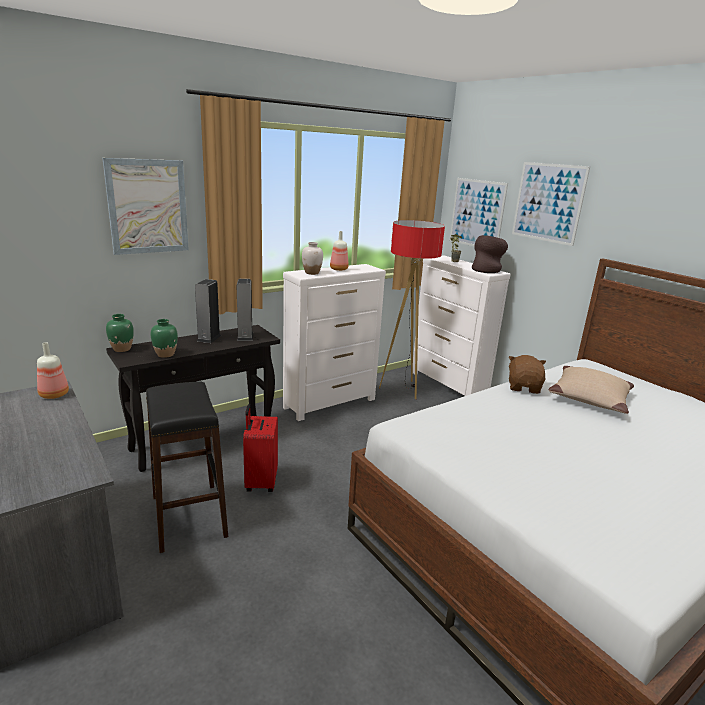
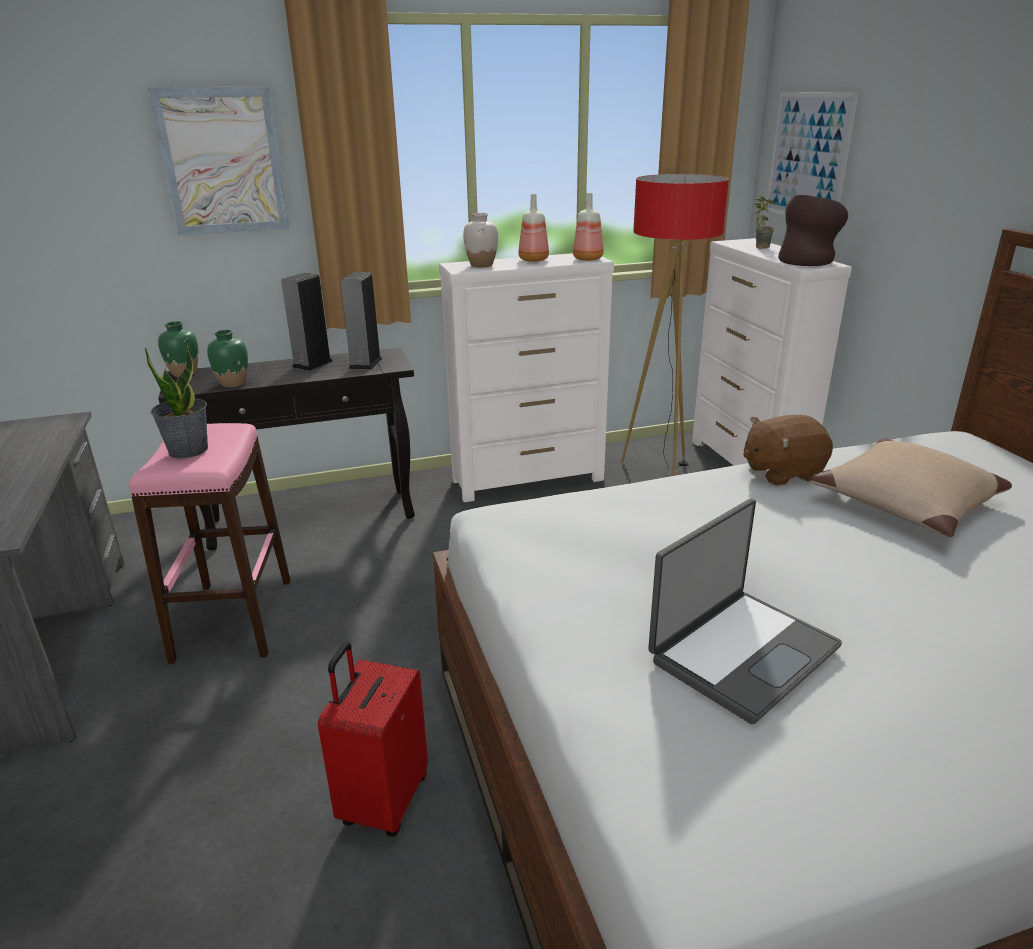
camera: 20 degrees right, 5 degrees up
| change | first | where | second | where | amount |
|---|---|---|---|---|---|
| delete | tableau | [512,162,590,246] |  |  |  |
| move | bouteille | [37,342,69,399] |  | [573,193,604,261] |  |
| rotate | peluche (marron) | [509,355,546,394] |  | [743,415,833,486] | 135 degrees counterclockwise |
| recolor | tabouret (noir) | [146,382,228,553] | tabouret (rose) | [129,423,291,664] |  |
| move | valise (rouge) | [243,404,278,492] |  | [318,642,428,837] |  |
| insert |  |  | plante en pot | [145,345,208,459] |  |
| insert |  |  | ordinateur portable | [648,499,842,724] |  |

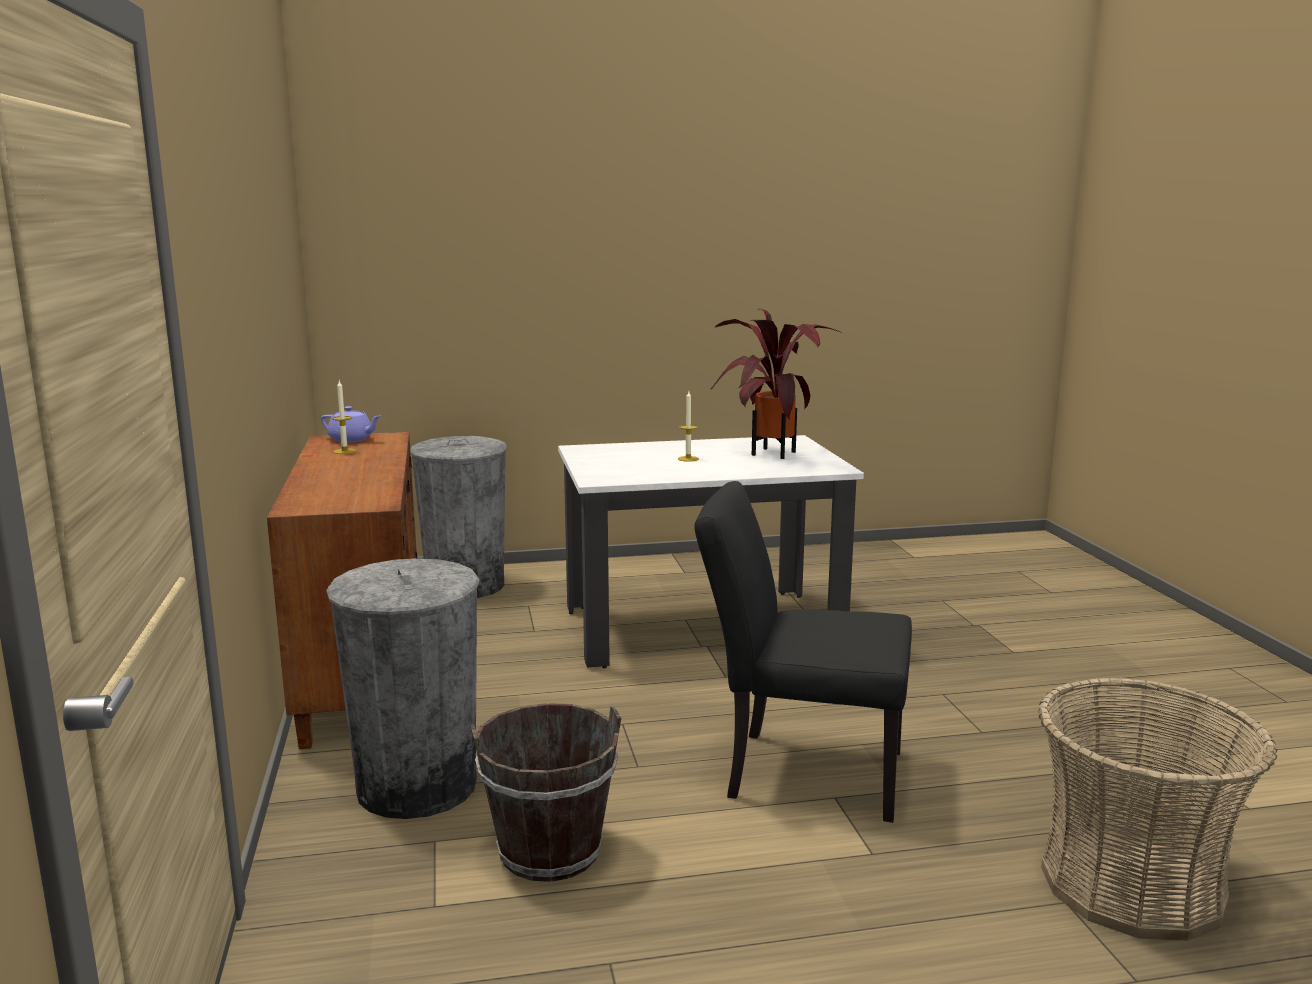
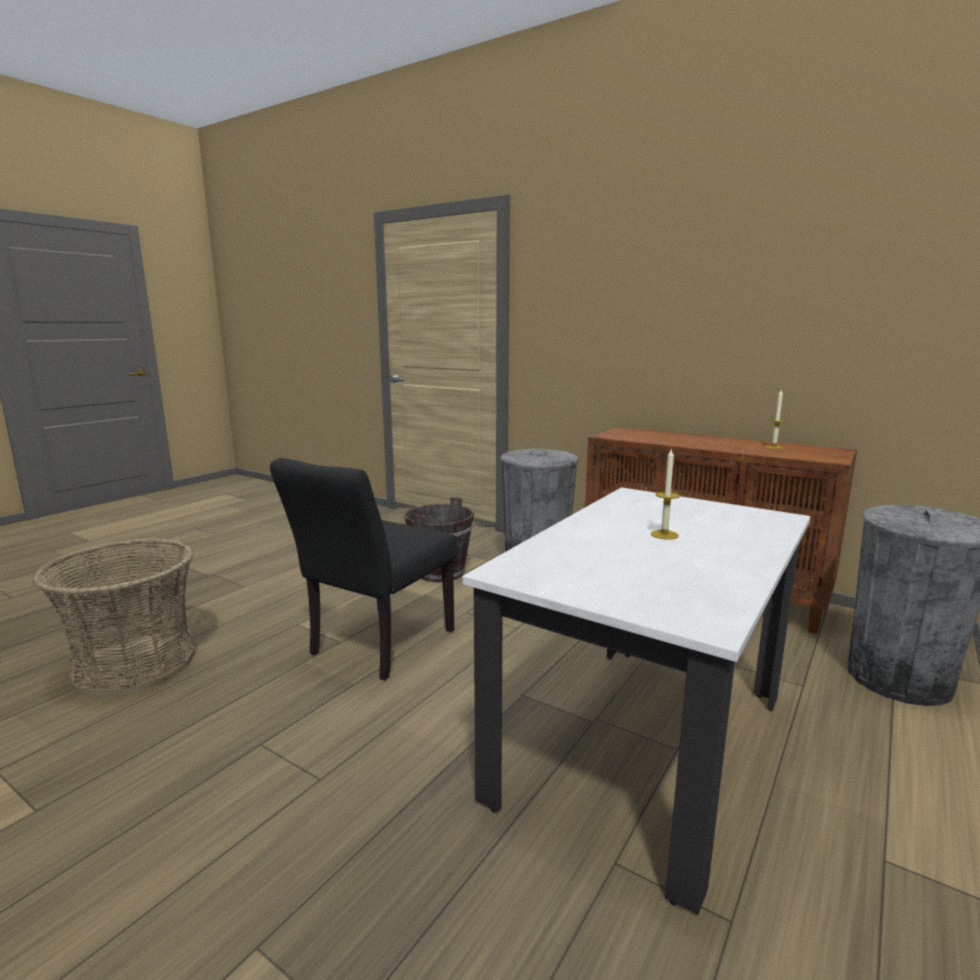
camera: 135 degrees right, 0 degrees up
| change | first | where | second | where | amount |
|---|---|---|---|---|---|
| delete | plante en pot | [710,309,843,459] |  |  |  |
| delete | théière (violet) | [321,406,381,442] |  |  |  |
| rotate | chaise (noir) | [694,481,912,823] |  | [270,458,456,680] | 150 degrees clockwise |

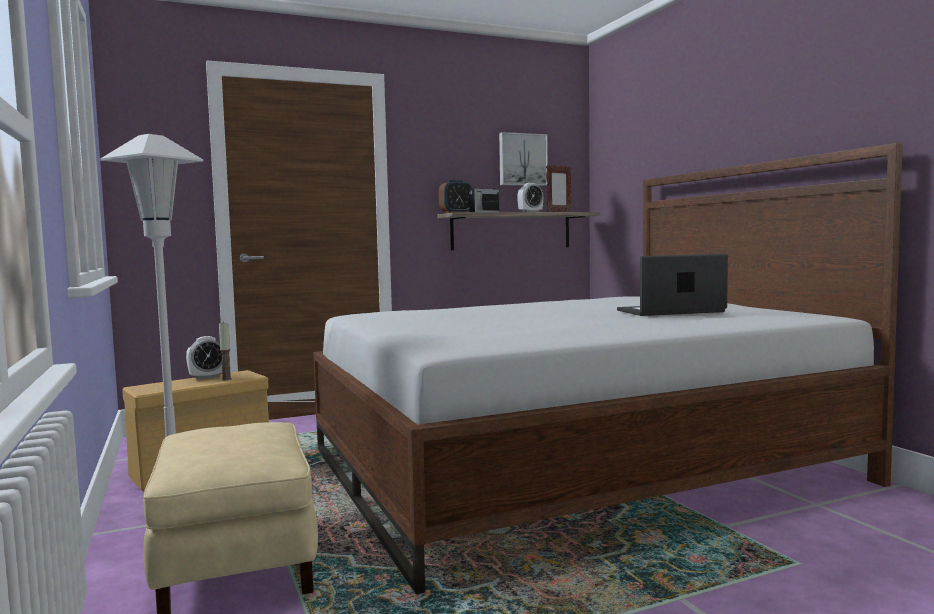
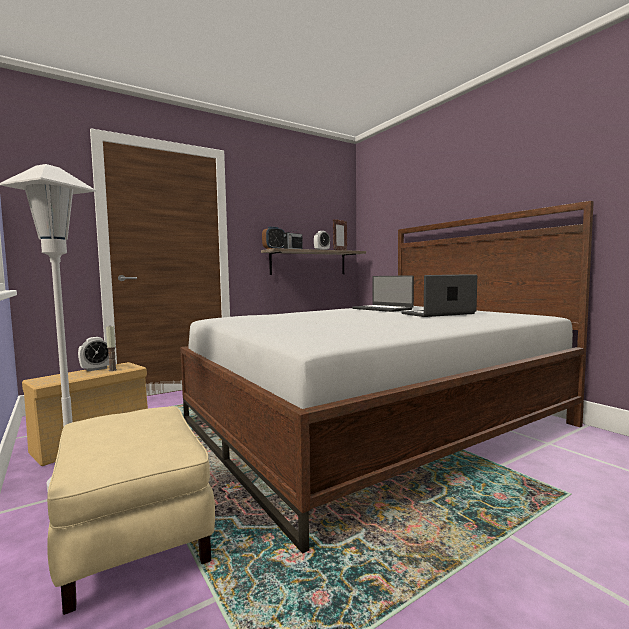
camera: 10 degrees left, 0 degrees up
| change | first | where | second | where | amount |
|---|---|---|---|---|---|
| delete | tableau | [499,132,548,186] |  |  |  |
| insert |  |  | ordinateur portable | [352,275,414,312] |  |

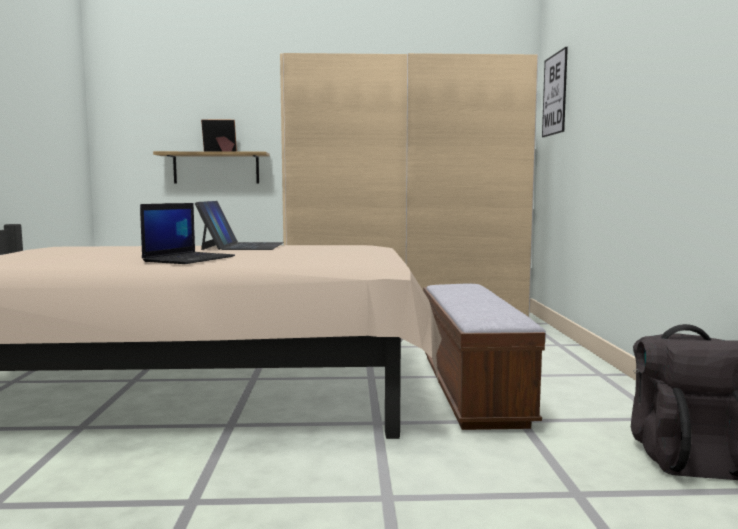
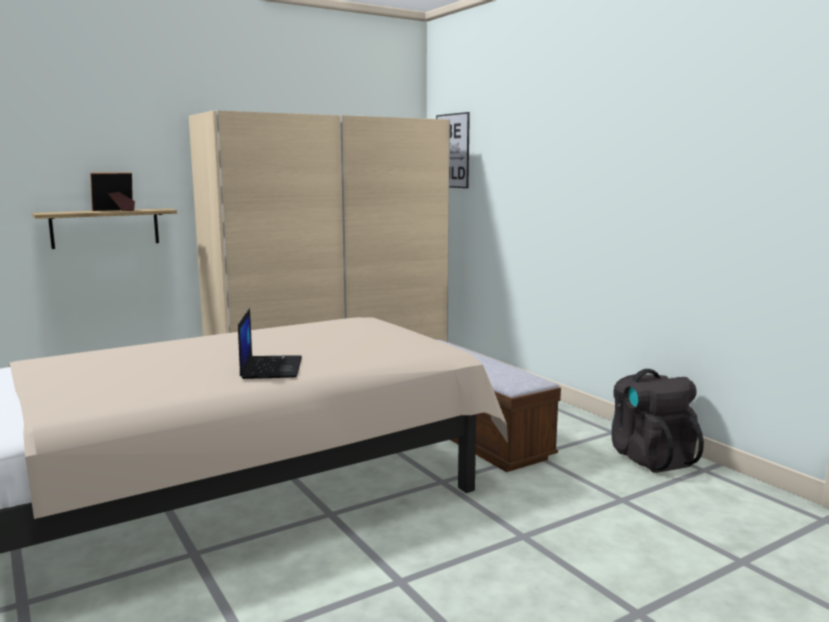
camera: 30 degrees left, 5 degrees up
| change | first | where | second | where | amount |
|---|---|---|---|---|---|
| delete | ordinateur portable | [195,201,284,250] |  |  |  |

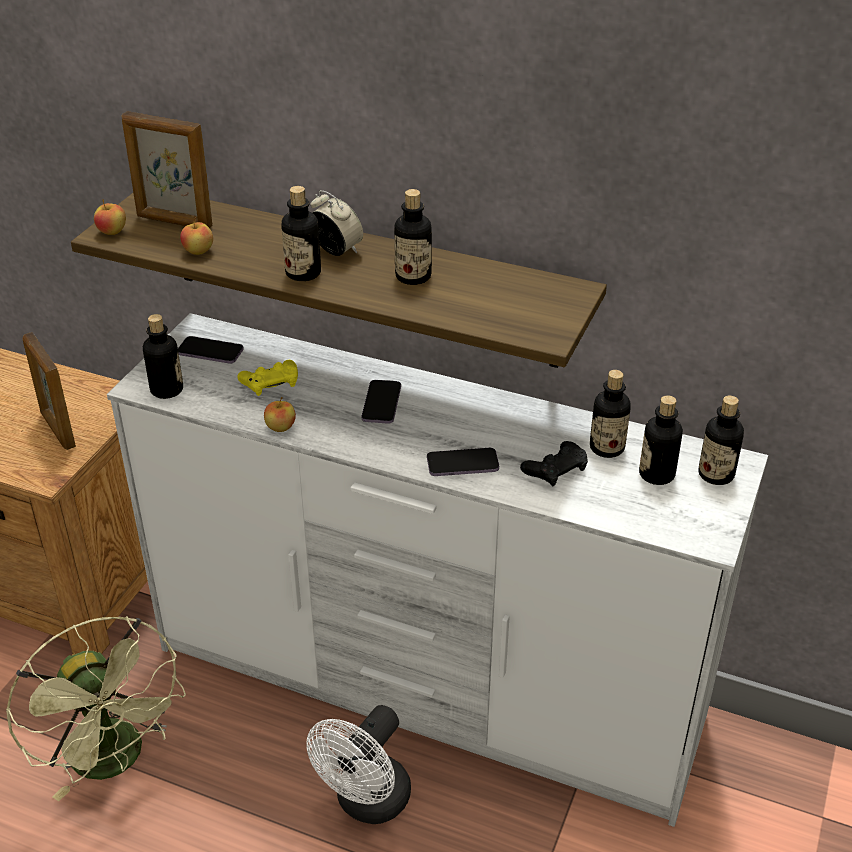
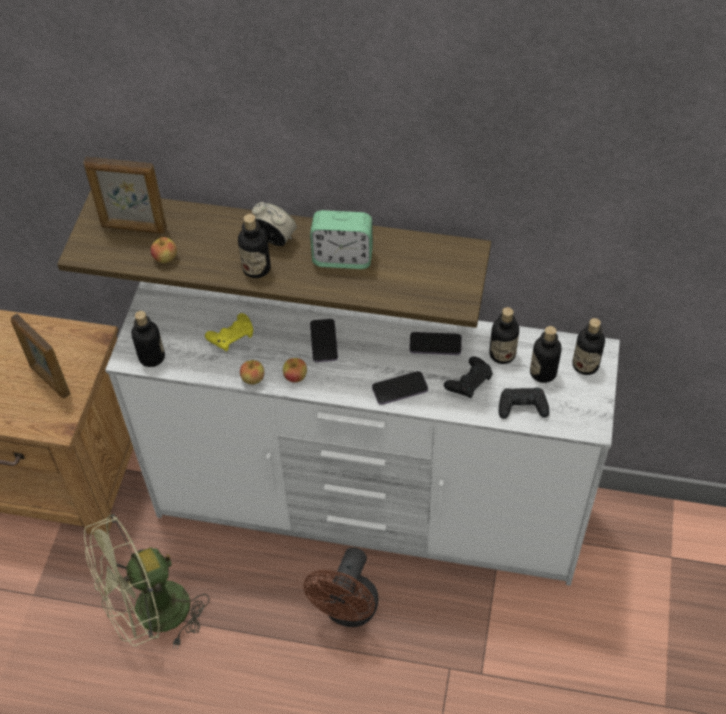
camera: 10 degrees left, 15 degrees up
| change | first | where | second | where | amount |
|---|---|---|---|---|---|
| replace | bouteille | [394,189,432,285] | réveil | [310,210,373,269] |  |
| move | pomme | [94,199,126,235] |  | [283,358,307,383] |  |
| move | téléphone | [178,336,244,364] |  | [409,332,462,355] |  |
| rotate | ventilateur (vert) | [6,616,186,802] |  | [84,514,209,649] | 105 degrees clockwise |
| recolor | ventilateur (blanc) | [306,705,411,824] | ventilateur (marron) | [304,548,378,627] |  |
| insert |  |  | manette (noir) | [499,387,549,419] |  |

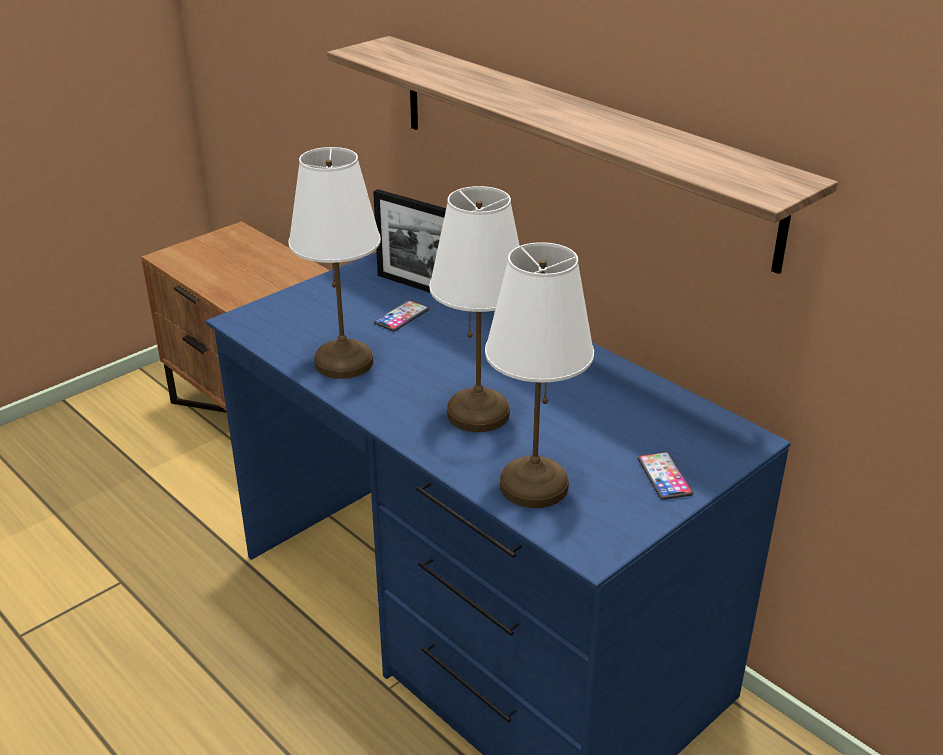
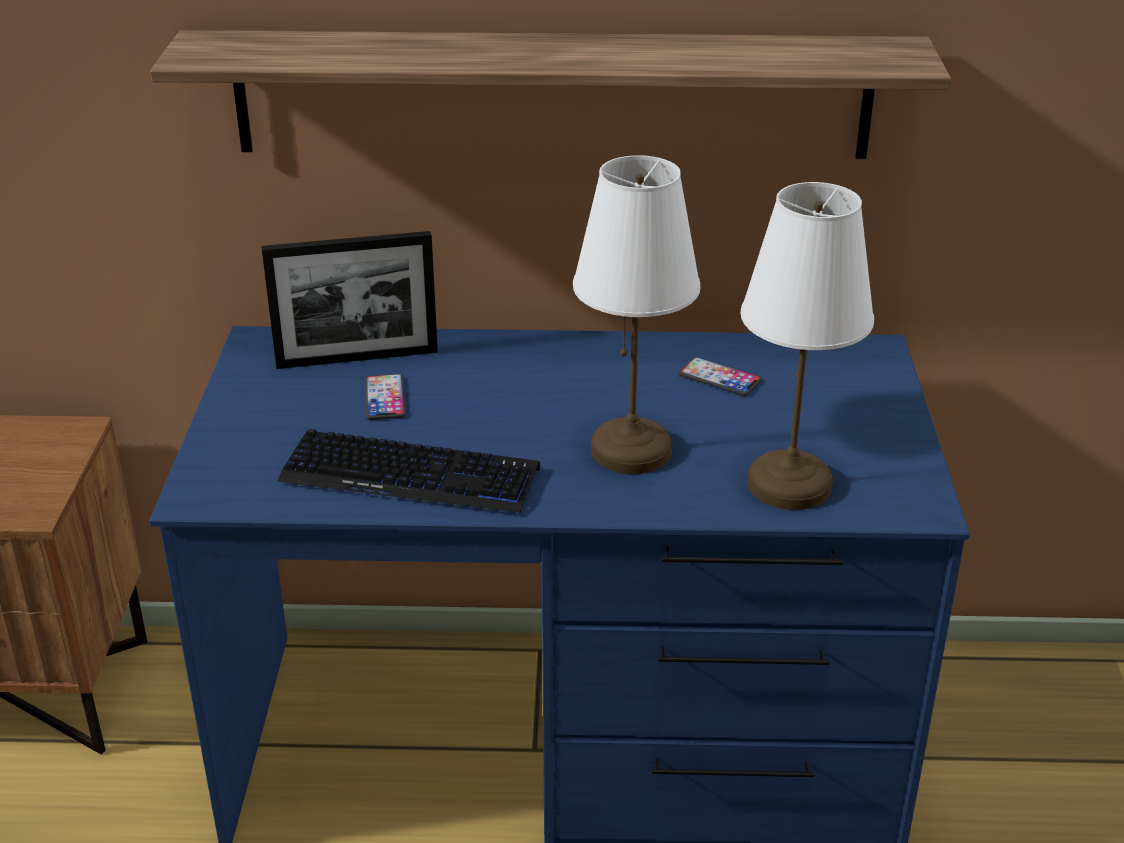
camera: 45 degrees left, 0 degrees up
| change | first | where | second | where | amount |
|---|---|---|---|---|---|
| replace | lampe de table (blanc) | [288,147,381,379] | clavier | [277,429,540,513] |  |
| move | téléphone | [638,452,693,500] |  | [678,357,762,396] |  |

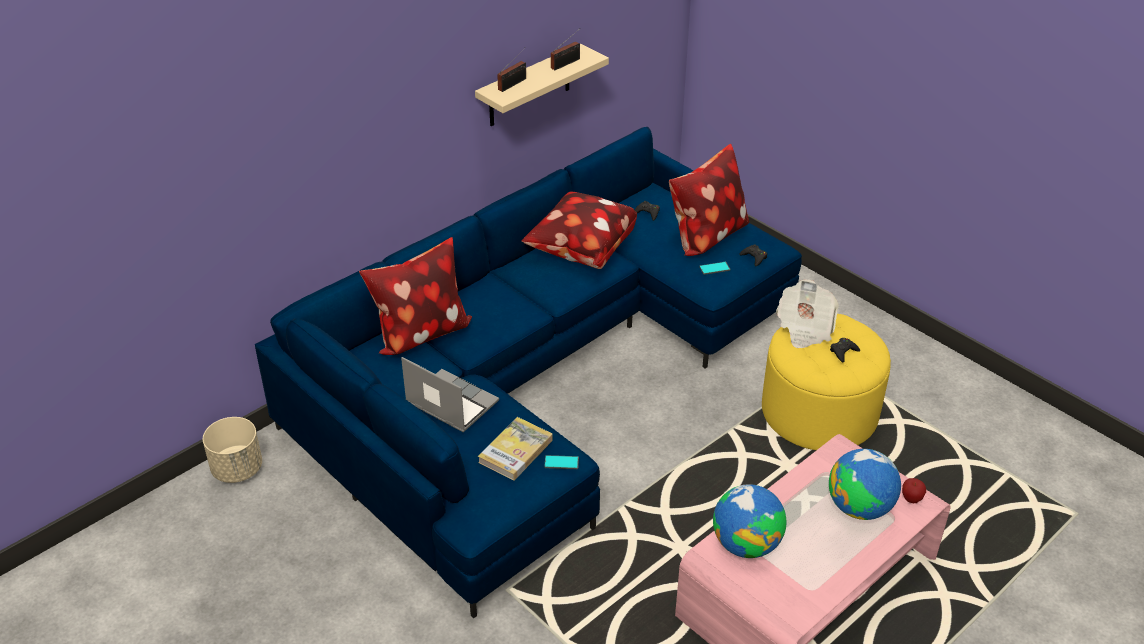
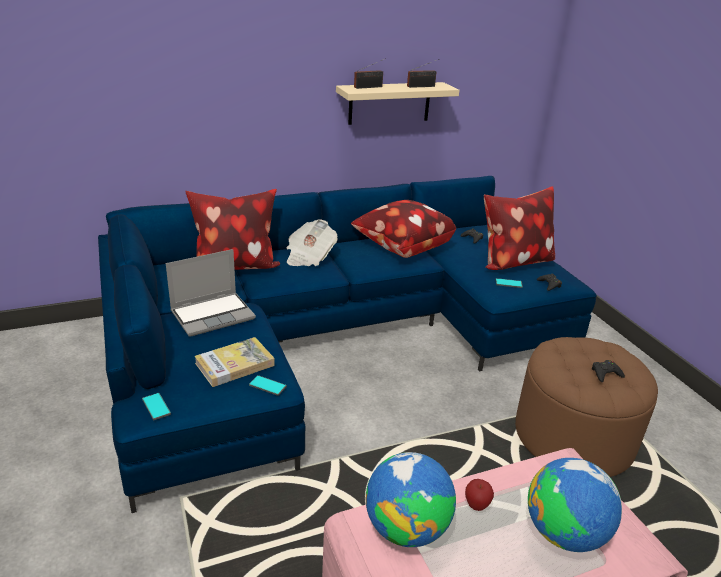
camera: 20 degrees right, 10 degrees down
| change | first | where | second | where | amount |
|---|---|---|---|---|---|
| move | journal | [776,280,839,348] |  | [287,220,338,266] |  |
| recolor | pouf (jaune) | [762,314,891,450] | pouf (marron) | [515,337,658,477] |  |
| rotate | ordinateur portable | [401,357,499,432] |  | [166,249,256,337] | 90 degrees clockwise |
| delete | cache-pot (beige) | [203,417,262,483] |  |  |  |
| move | pomme | [902,478,926,503] |  | [465,479,494,511] |  |
| insert |  |  | téléphone | [142,393,171,420] |  |

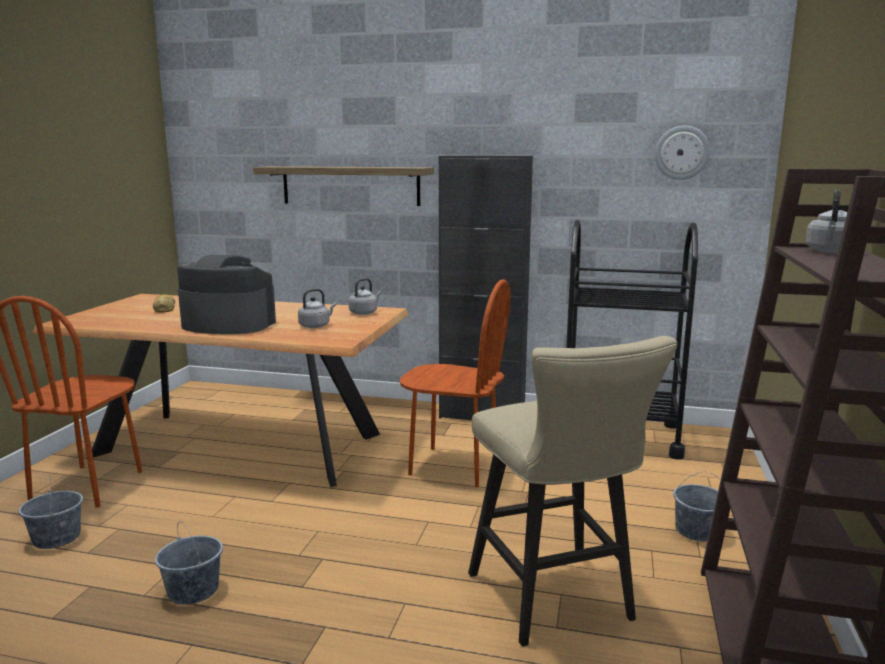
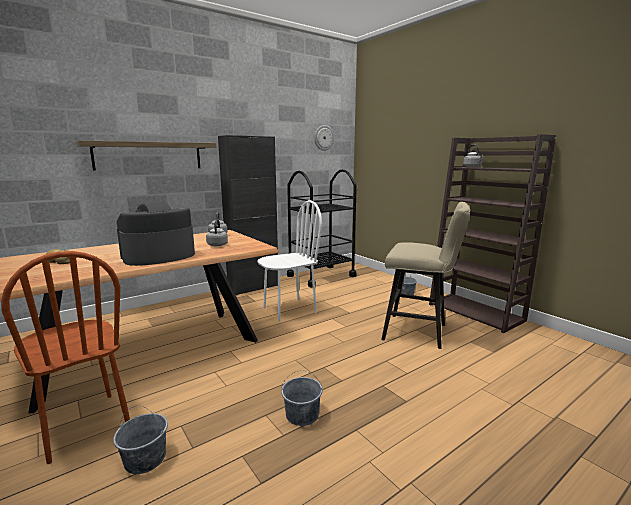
camera: 50 degrees left, 0 degrees up
| change | first | where | second | where | amount |
|---|---|---|---|---|---|
| recolor | chaise (marron) | [399,279,510,488] | chaise (blanc) | [257,200,322,321] |  |

